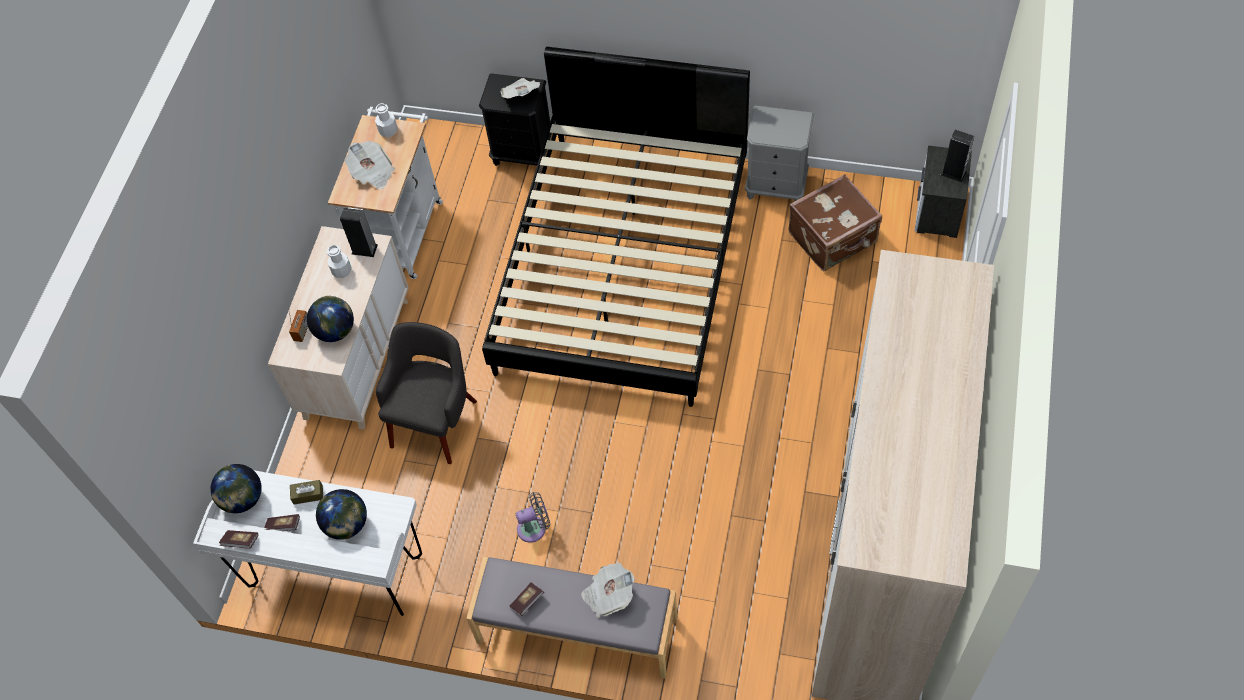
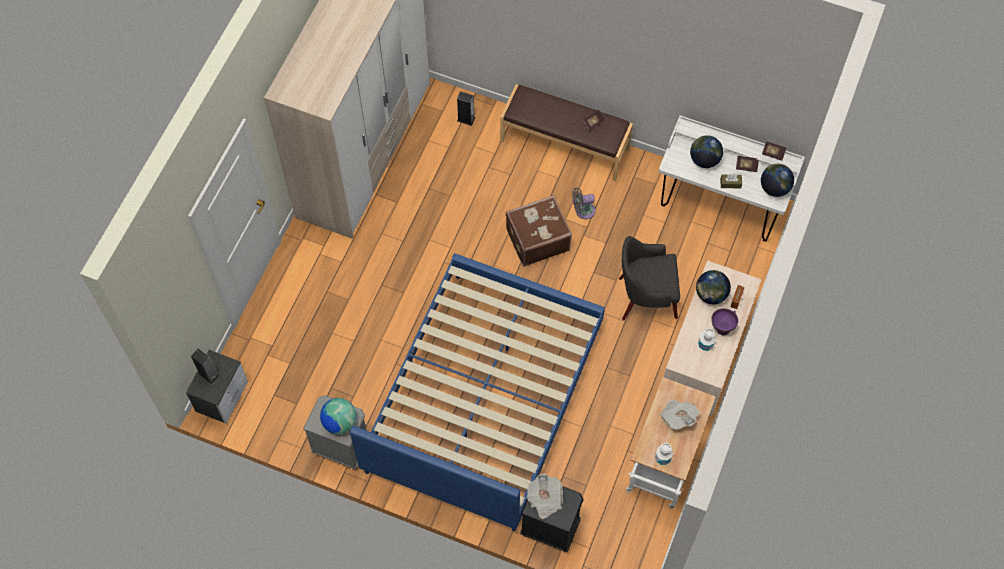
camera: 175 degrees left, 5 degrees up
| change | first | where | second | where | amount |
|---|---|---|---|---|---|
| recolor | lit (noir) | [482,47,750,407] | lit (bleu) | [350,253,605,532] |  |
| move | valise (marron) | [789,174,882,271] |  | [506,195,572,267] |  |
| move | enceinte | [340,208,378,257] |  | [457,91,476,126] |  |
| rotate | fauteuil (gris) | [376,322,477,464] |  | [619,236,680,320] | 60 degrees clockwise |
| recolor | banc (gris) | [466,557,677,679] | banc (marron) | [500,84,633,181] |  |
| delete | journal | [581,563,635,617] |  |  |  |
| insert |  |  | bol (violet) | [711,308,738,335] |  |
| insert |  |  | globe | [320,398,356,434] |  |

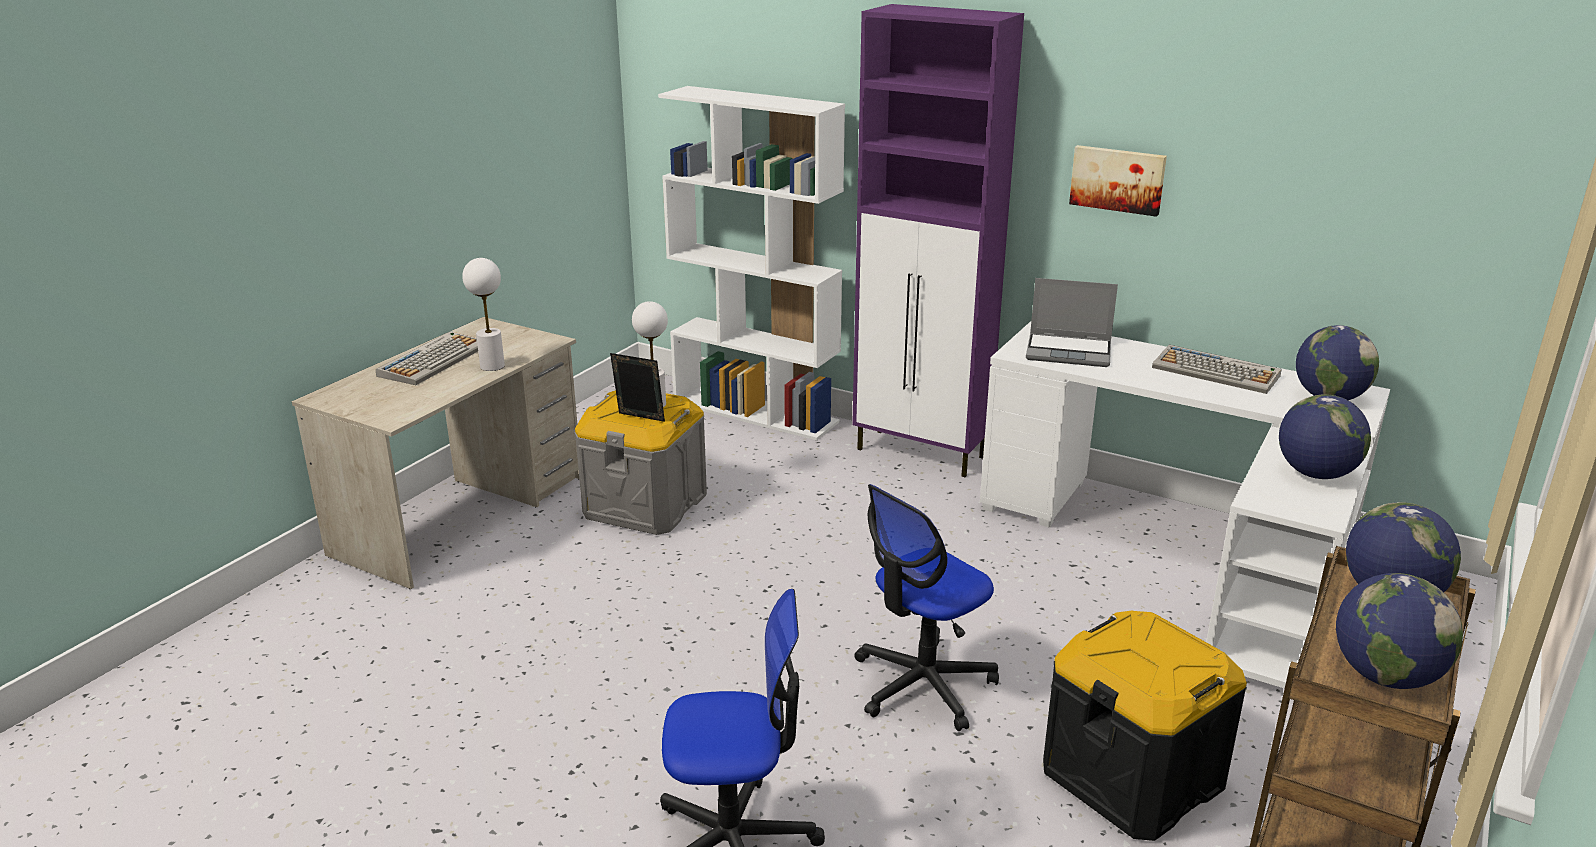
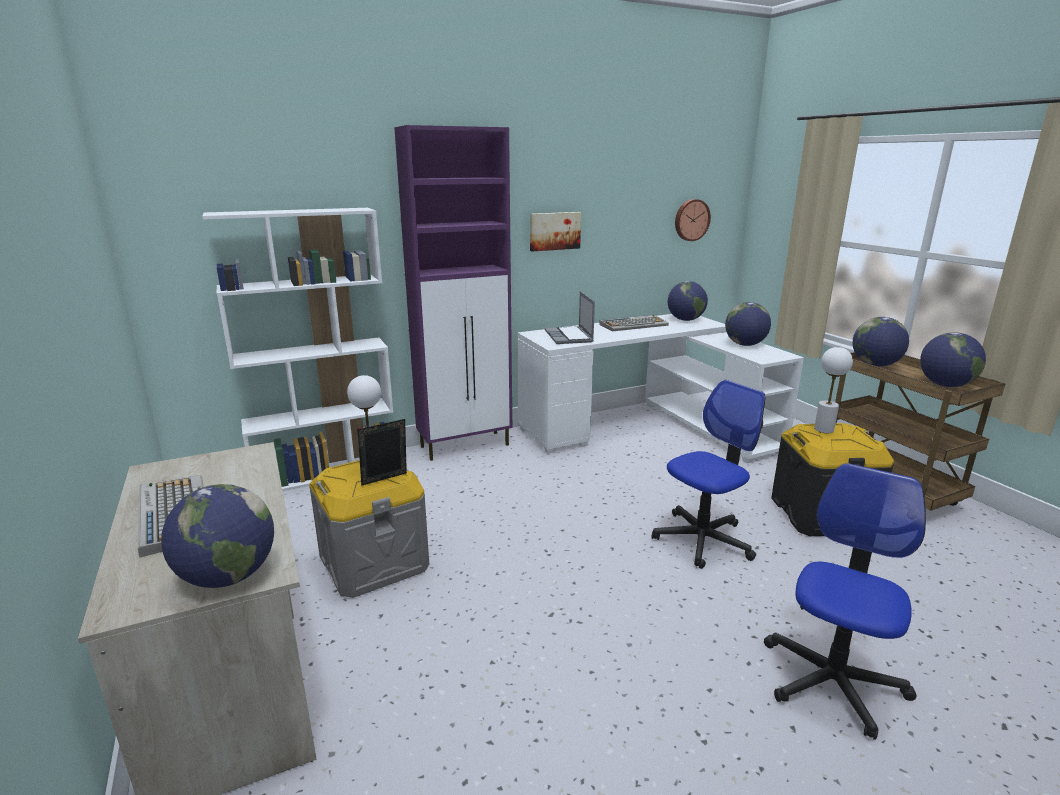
camera: 55 degrees left, 5 degrees down
| change | first | where | second | where | amount |
|---|---|---|---|---|---|
| move | lampe de table (blanc) | [462,258,505,371] |  | [814,347,853,433] |  |
| rotate | ordinateur portable | [1026,278,1118,367] |  | [545,291,595,344] | 120 degrees clockwise |
| rotate | chaise de bureau | [854,484,999,731] |  | [652,380,765,569] | 120 degrees counterclockwise |
| insert |  |  | horloge murale | [675,199,711,241] |  |
| insert |  |  | globe | [161,484,274,588] |  |

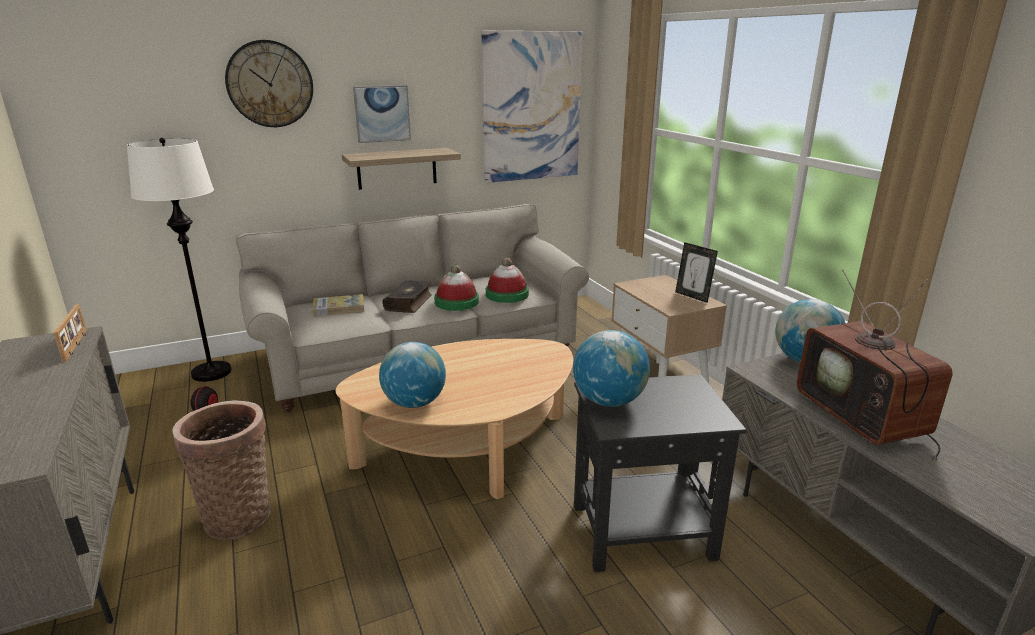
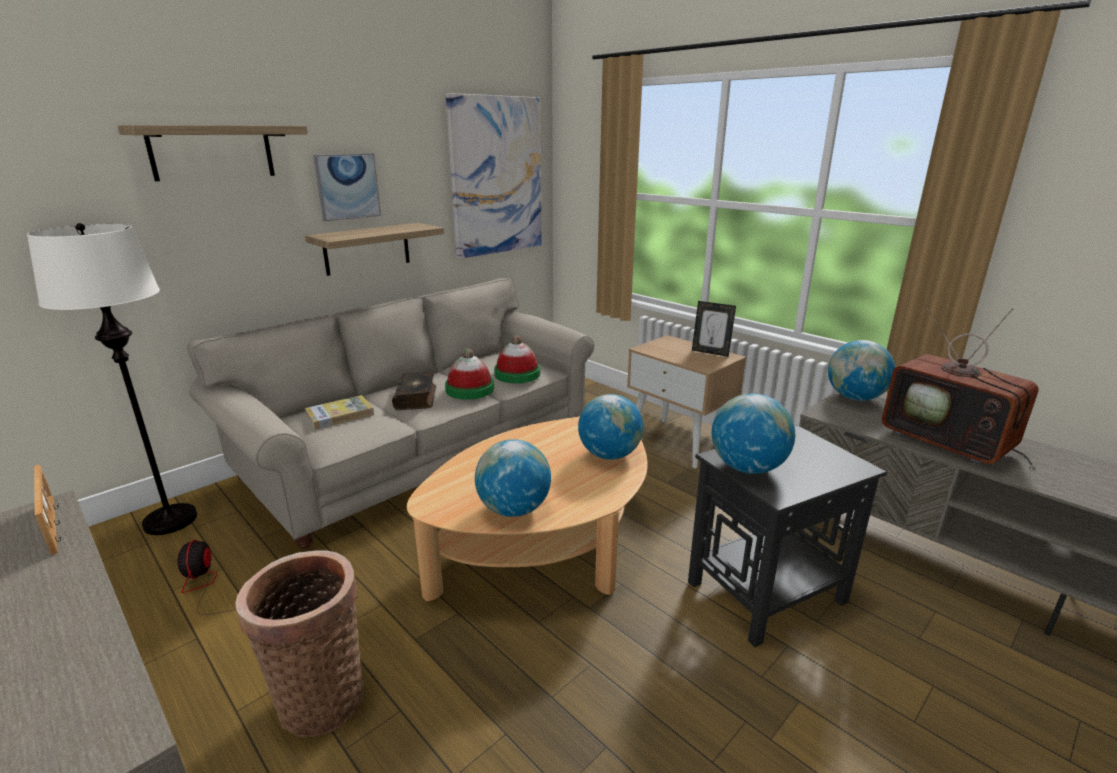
camera: 20 degrees left, 0 degrees up
| change | first | where | second | where | amount |
|---|---|---|---|---|---|
| replace | horloge murale | [225,40,313,127] | étagère | [118,125,308,181] |  |
| insert |  |  | globe | [578,394,643,460] |  |

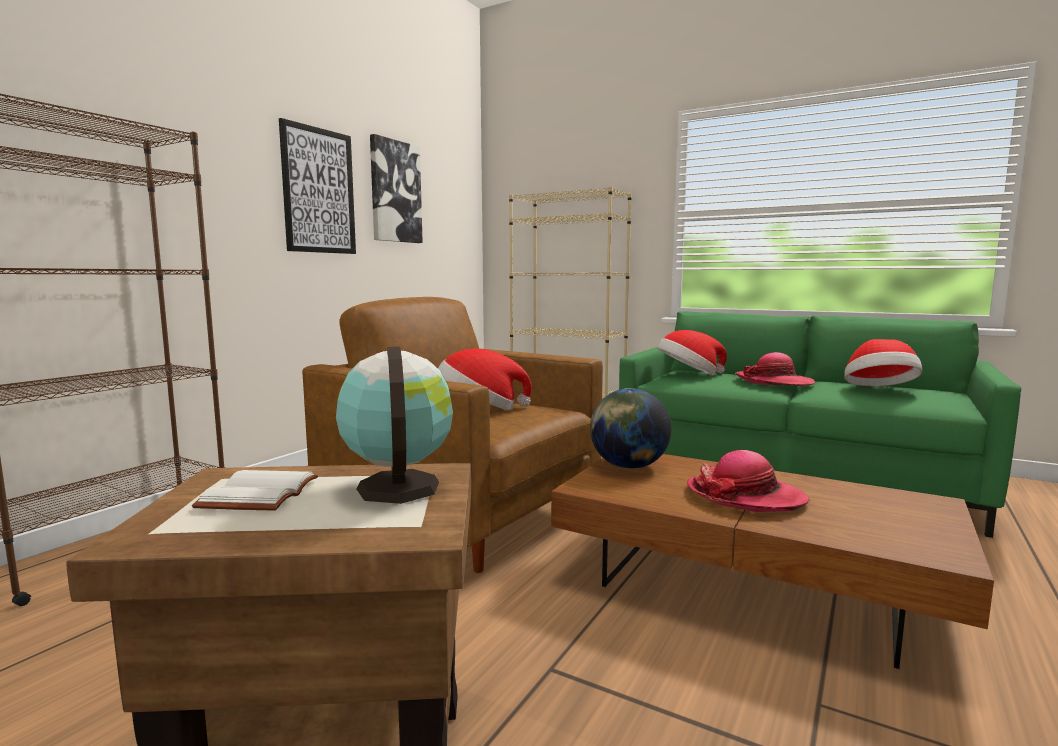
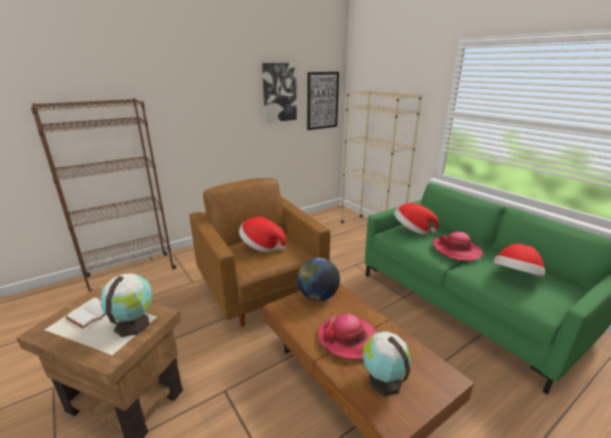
camera: 25 degrees right, 15 degrees up
| change | first | where | second | where | amount |
|---|---|---|---|---|---|
| move | tableau | [279,118,356,254] |  | [307,72,339,130] |  |
| insert |  |  | globe | [363,331,411,396] |  |

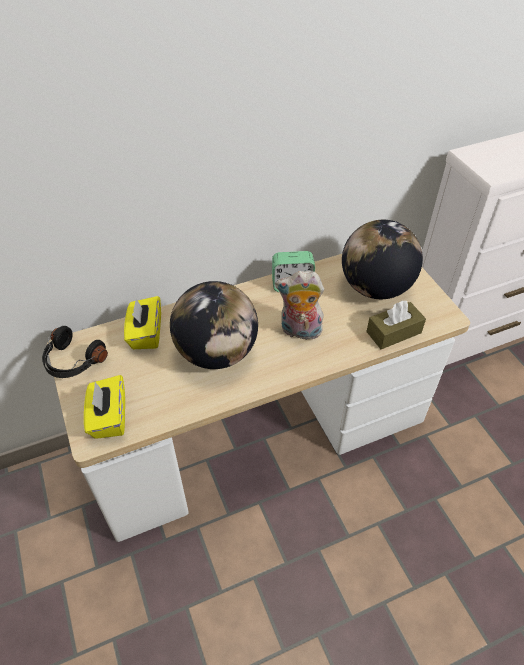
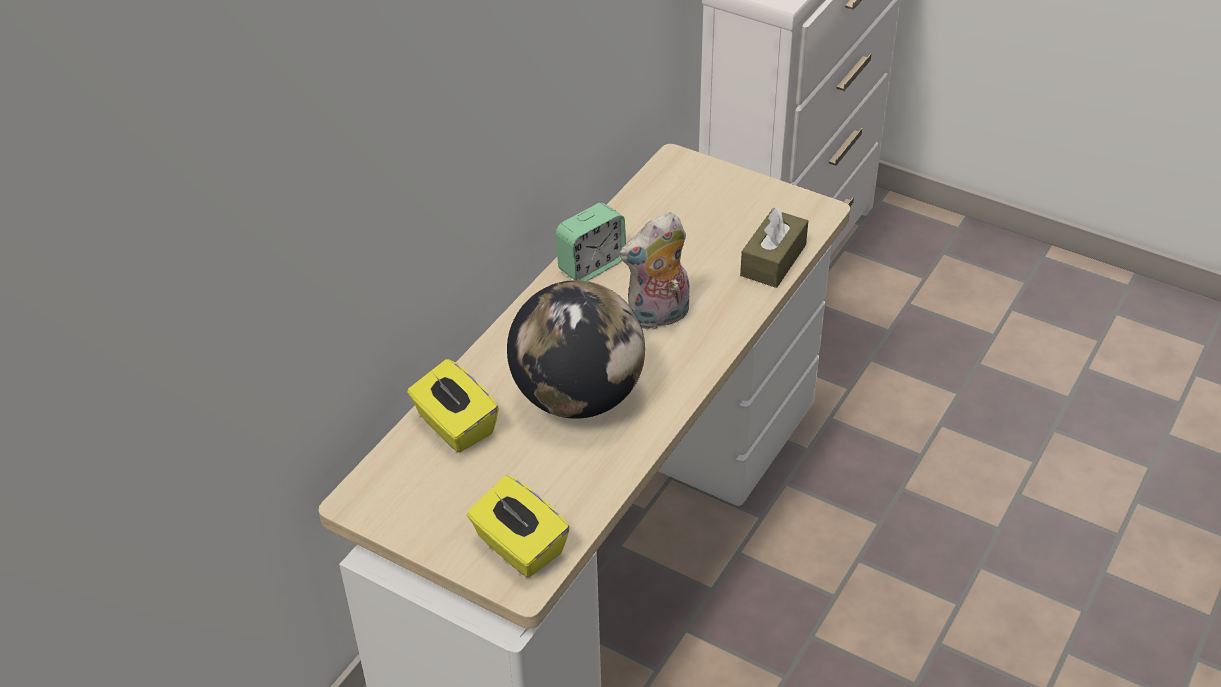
camera: 35 degrees left, 5 degrees down
| change | first | where | second | where | amount |
|---|---|---|---|---|---|
| delete | globe | [342,220,423,299] |  |  |  |
| delete | casque audio (noir) | [42,326,108,378] |  |  |  |

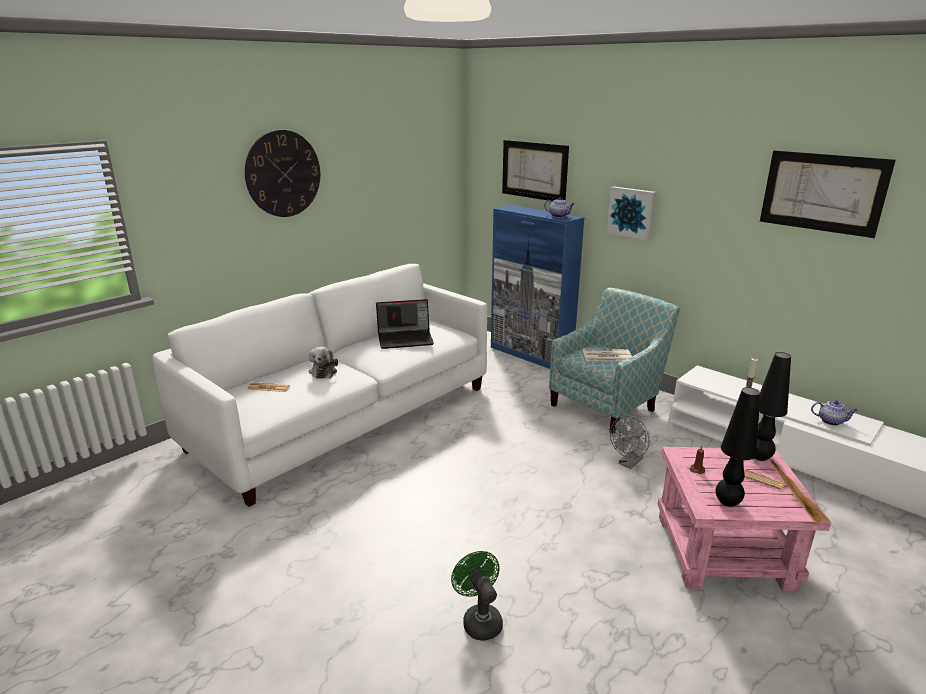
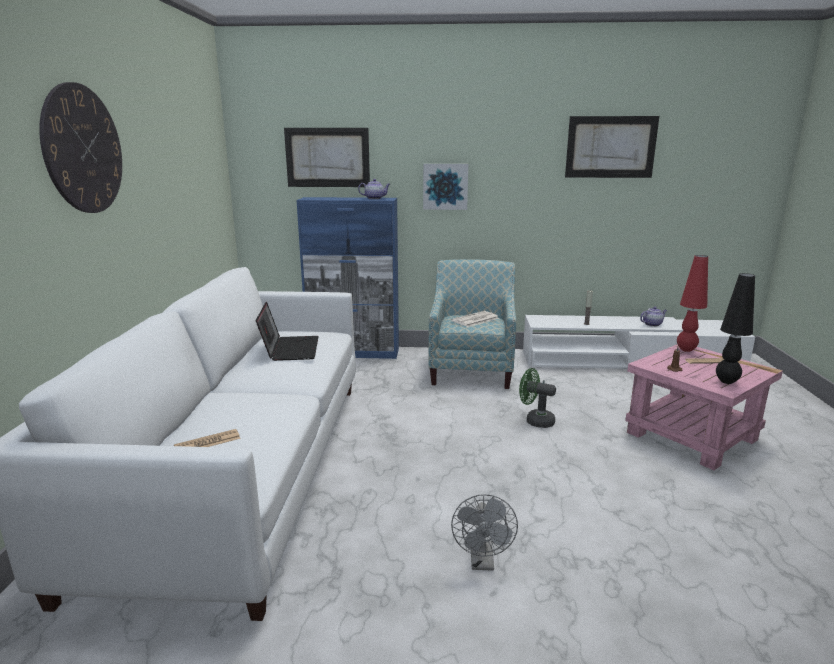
camera: 40 degrees left, 5 degrees down
| change | first | where | second | where | amount |
|---|---|---|---|---|---|
| rotate | ordinateur portable | [376,299,434,349] |  | [256,302,319,361] | 45 degrees counterclockwise |
| delete | peluche | [309,347,338,379] |  |  |  |
| recolor | lampe de table (noir) | [755,352,791,461] | lampe de table (rouge) | [677,255,708,352] |  |
| move | ventilateur (gris) | [610,416,649,469] |  | [451,494,518,571] |  |
| move | ventilateur (vert) | [451,551,503,641] |  | [519,368,556,428] |  |

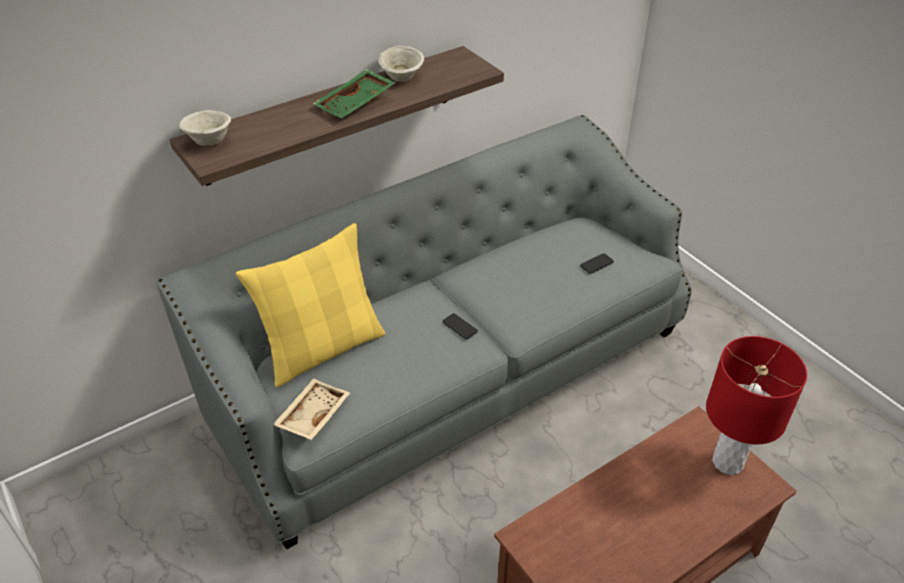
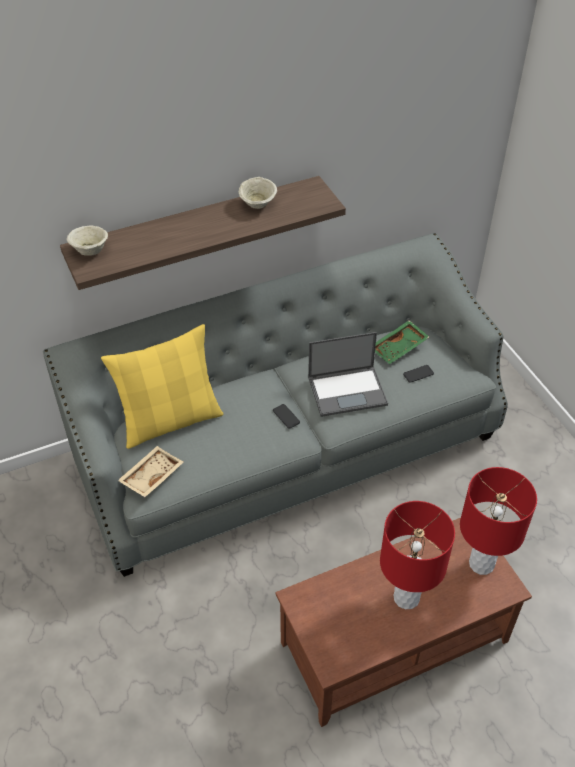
camera: 10 degrees right, 5 degrees up
| change | first | where | second | where | amount |
|---|---|---|---|---|---|
| move | plateau (vert) | [313,69,395,118] |  | [375,320,429,364] |  |
| insert |  |  | ordinateur portable | [308,332,388,417] |  |
| insert |  |  | lampe de table (rouge) | [380,501,455,609] |  |

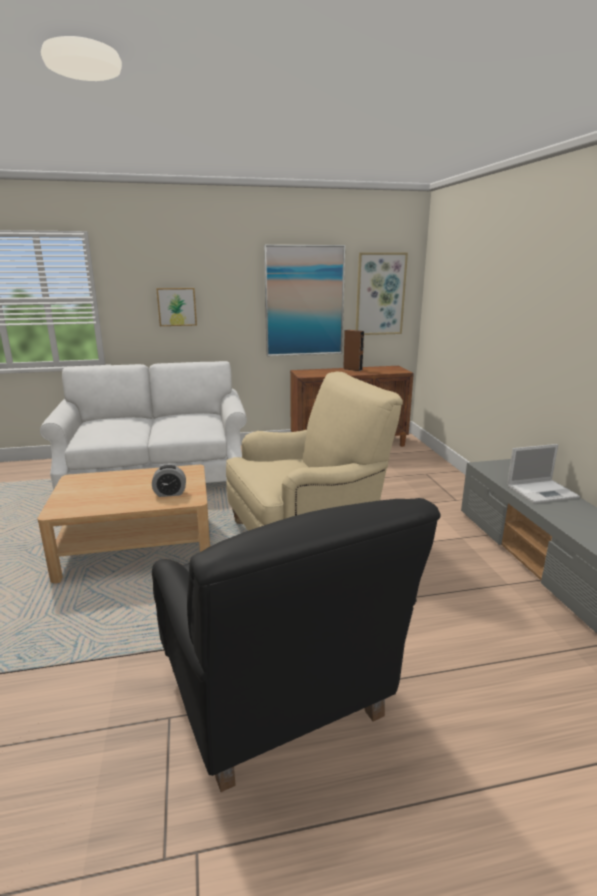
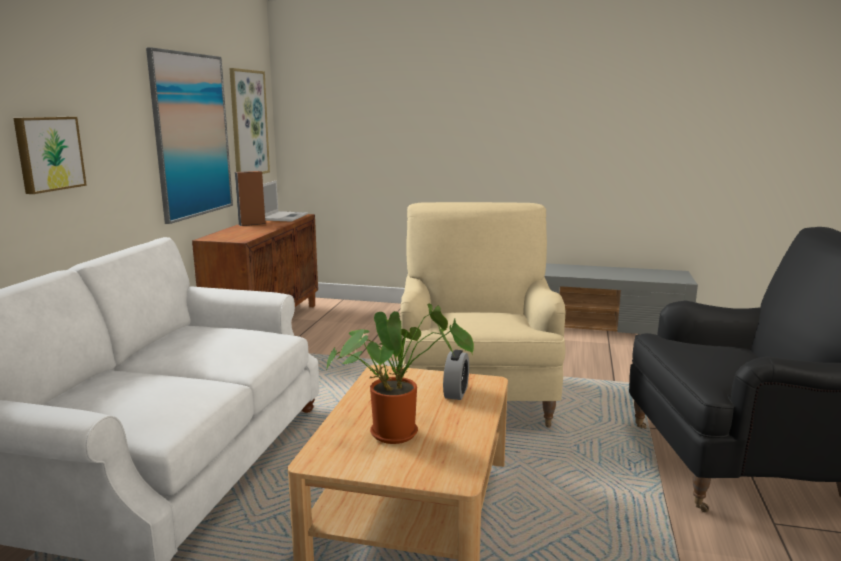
camera: 65 degrees left, 5 degrees down
| change | first | where | second | where | amount |
|---|---|---|---|---|---|
| move | ordinateur portable | [507,444,580,504] |  | [263,180,308,222] |  |
| insert |  |  | plante en pot | [326,304,474,444] |  |

